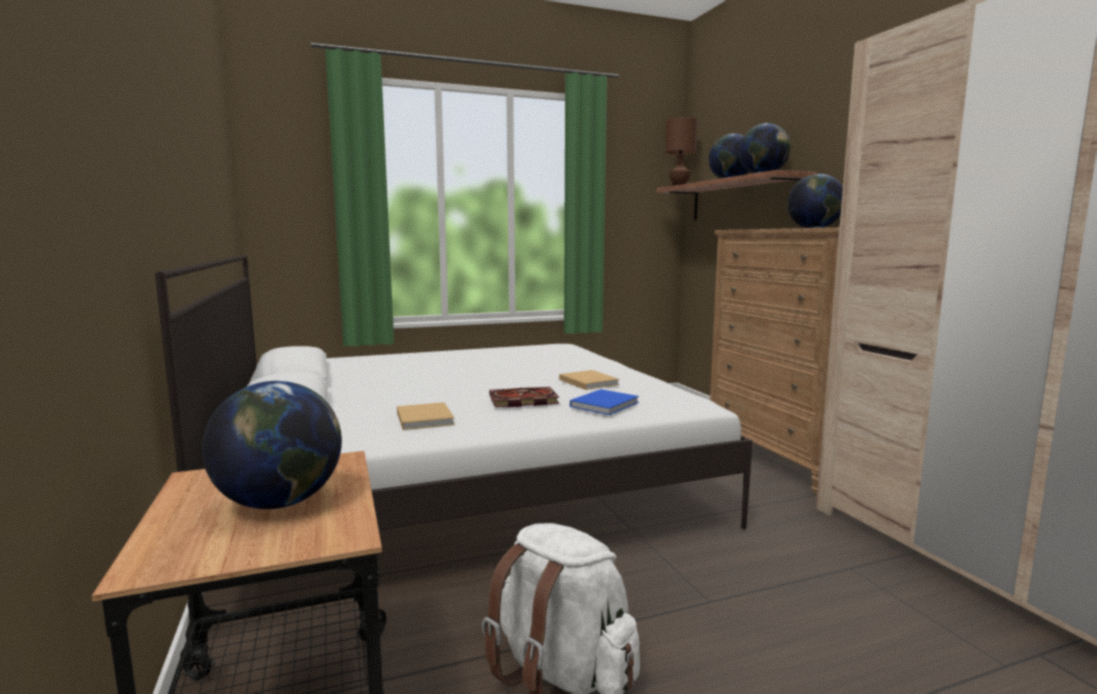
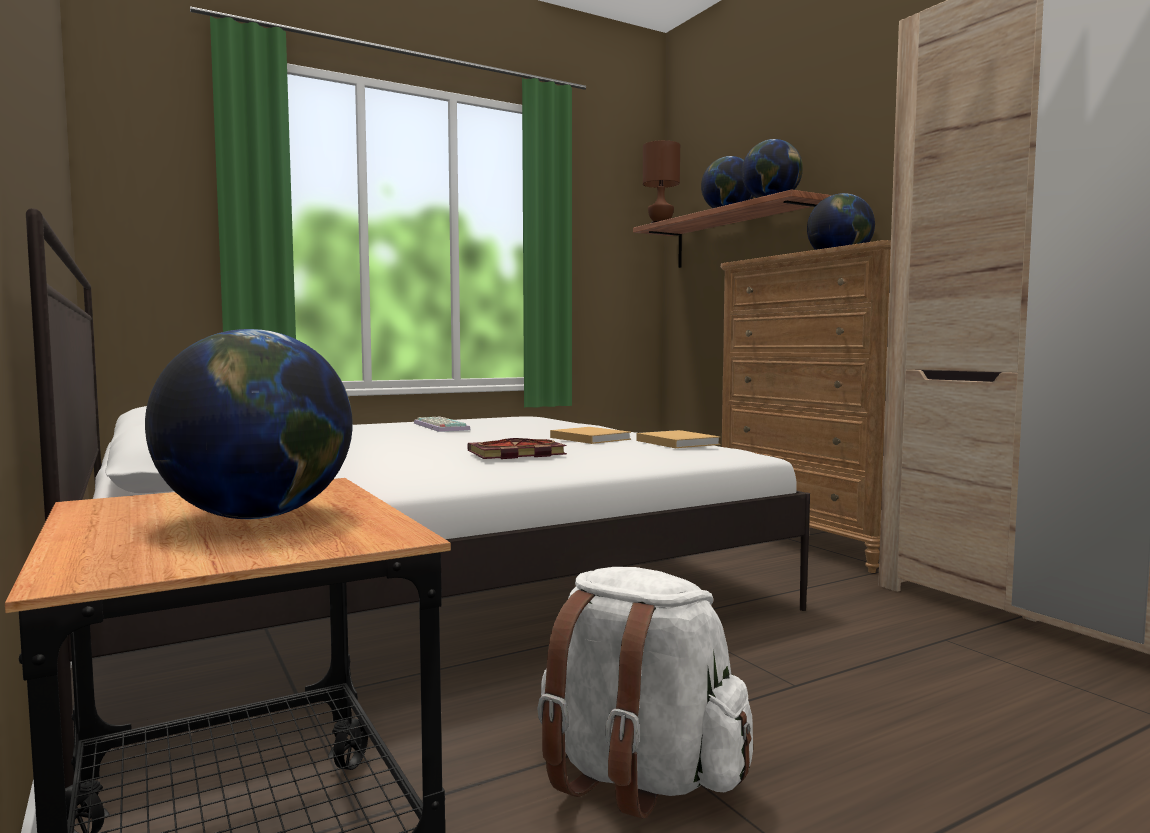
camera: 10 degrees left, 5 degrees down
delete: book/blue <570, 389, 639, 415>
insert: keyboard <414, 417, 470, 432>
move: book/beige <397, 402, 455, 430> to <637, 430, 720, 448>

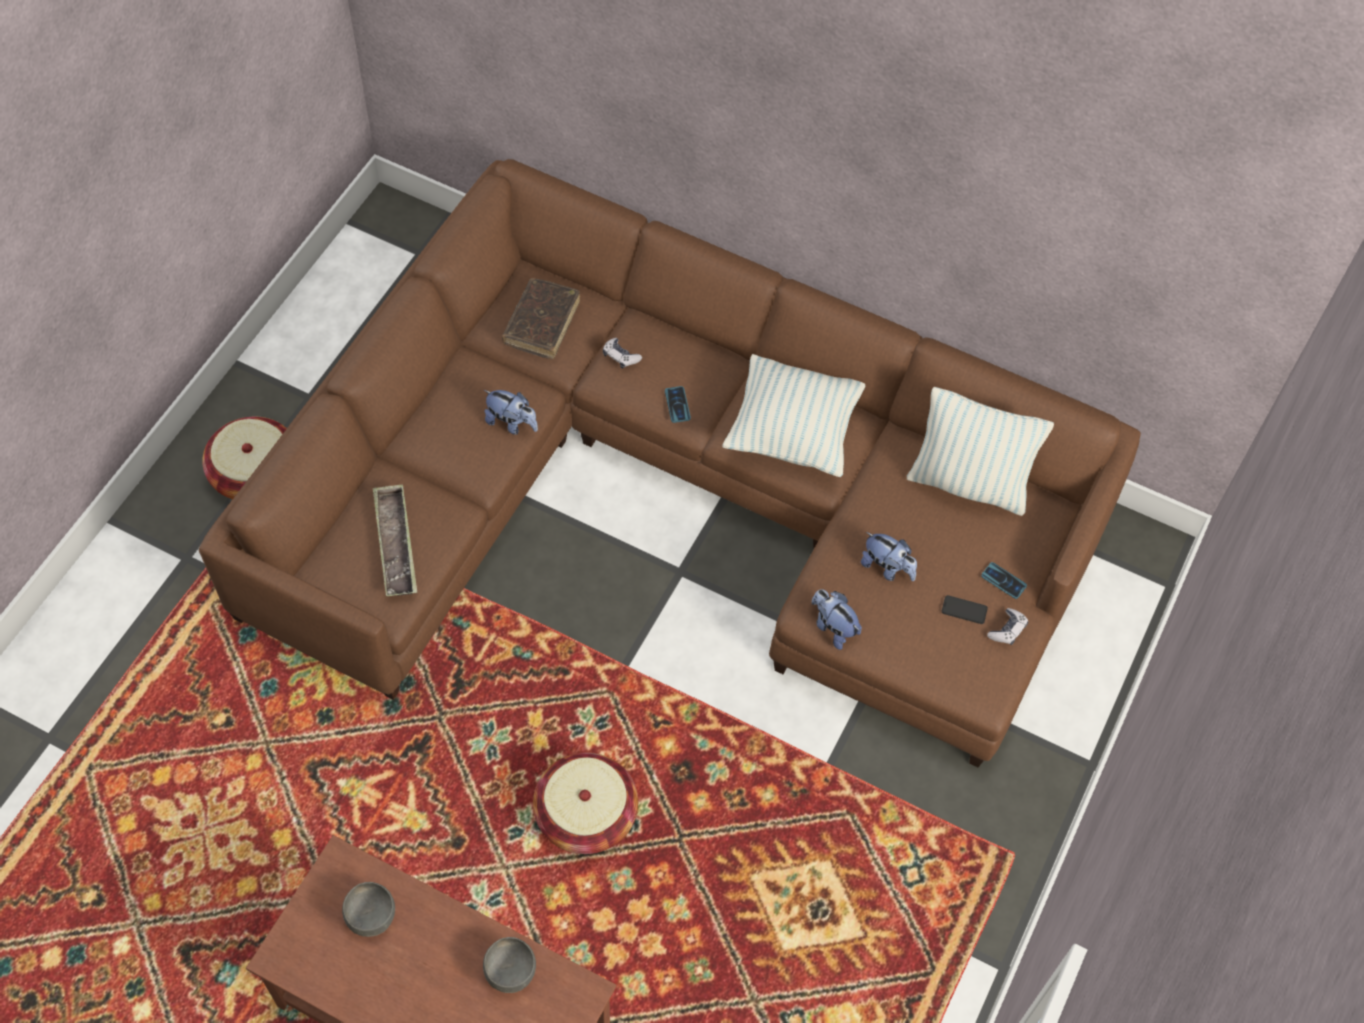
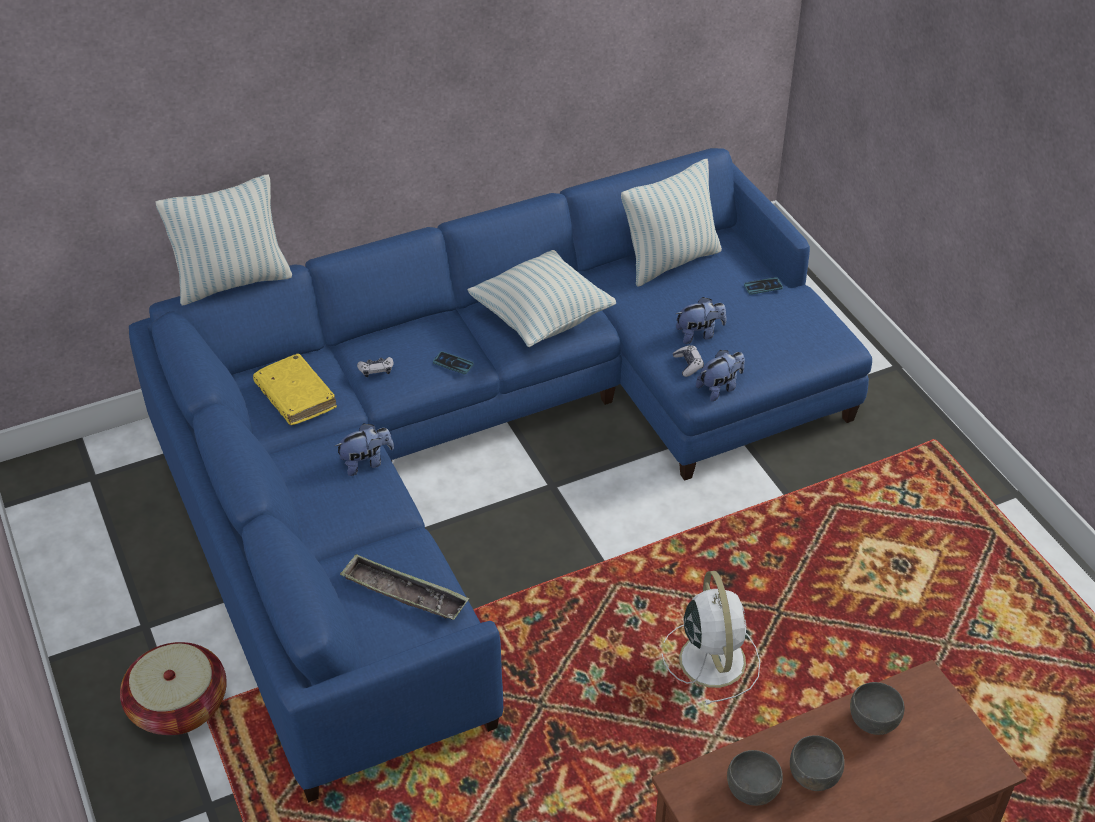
camera: 50 degrees left, 15 degrees down
delete: phone <942, 595, 988, 624>
insert: pillow <156, 174, 292, 306>; bowl/grey <790, 735, 845, 791>
move: game controller <987, 608, 1028, 645> to <673, 345, 704, 377>
replace: basket <533, 753, 638, 854> to fan/white <662, 571, 760, 705>
recolor: sofa/brown <199, 159, 1141, 767> to sofa/blue <129, 148, 872, 803>; book/brown <502, 278, 580, 360> to book/yellow <253, 353, 337, 425>
rotate: plush toy <812, 589, 862, 650> = <696, 350, 745, 401> 150 degrees clockwise

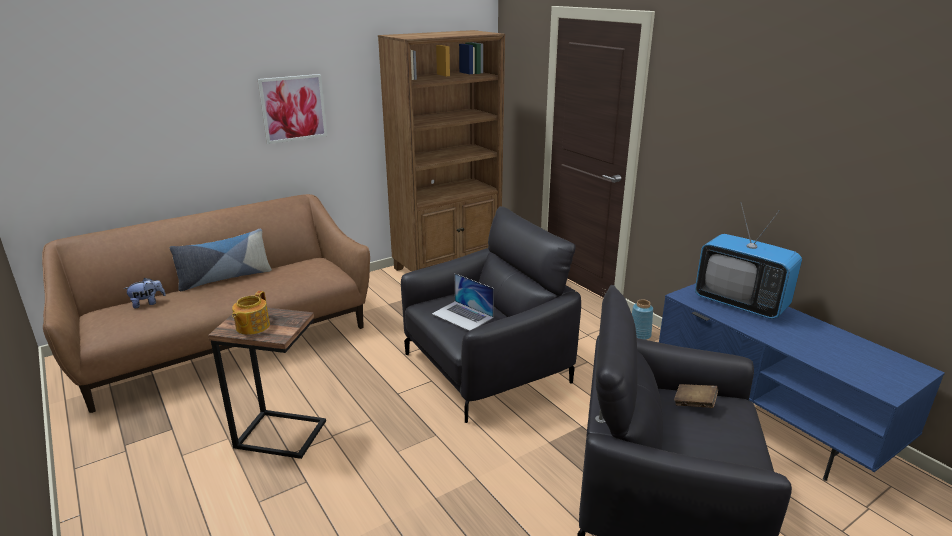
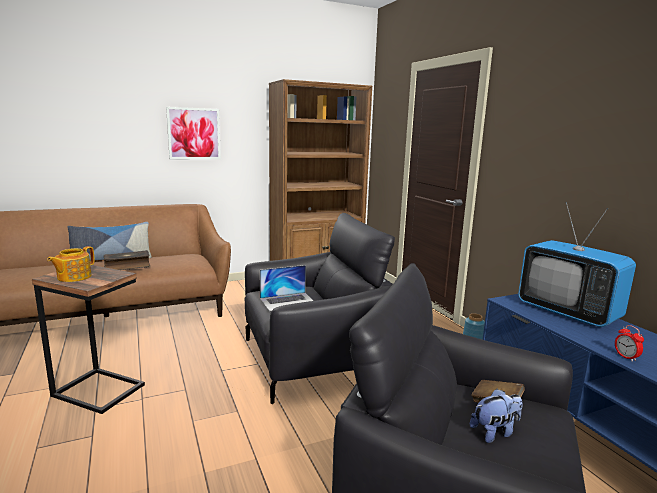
camera: 10 degrees right, 10 degrees down
insert: book <104, 250, 150, 270>; alarm clock <615, 325, 644, 362>
move: plush toy <123, 278, 166, 309> to <470, 389, 523, 443>
rotate: laptop <432, 273, 494, 331> = <260, 265, 313, 311> 75 degrees counterclockwise

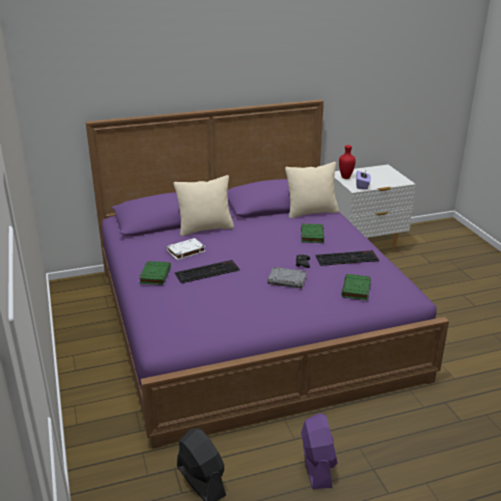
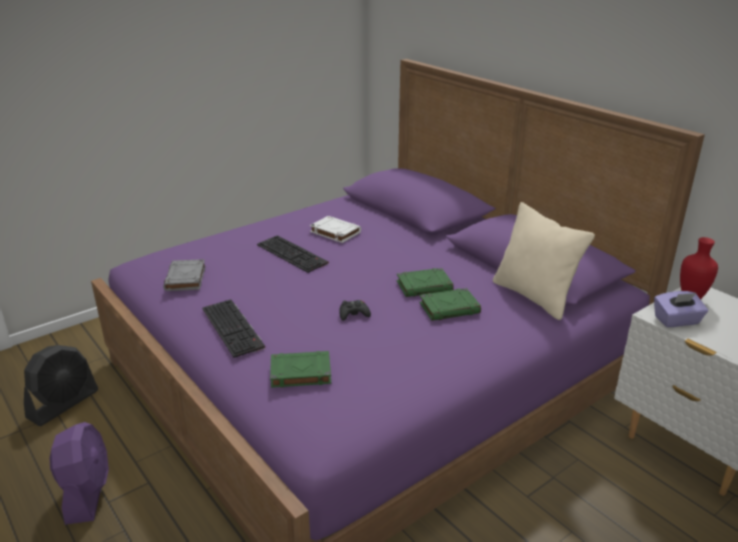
camera: 70 degrees right, 0 degrees up
delete: pillow/beige <174, 175, 234, 236>
move: book/green <139, 261, 171, 285> to <397, 268, 454, 297>; book/grey <268, 267, 307, 289> to <163, 259, 205, 291>; keyboard <316, 250, 379, 266> to <202, 299, 265, 358>
rotate: fan/purple <301, 413, 337, 489> = <49, 422, 109, 525> 75 degrees counterclockwise

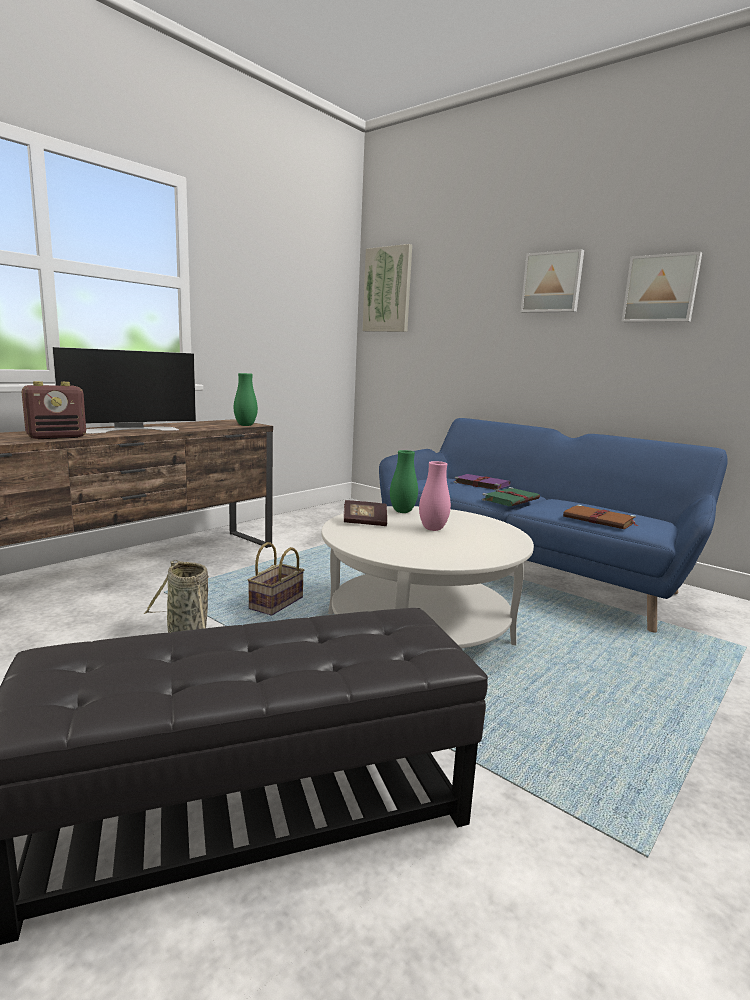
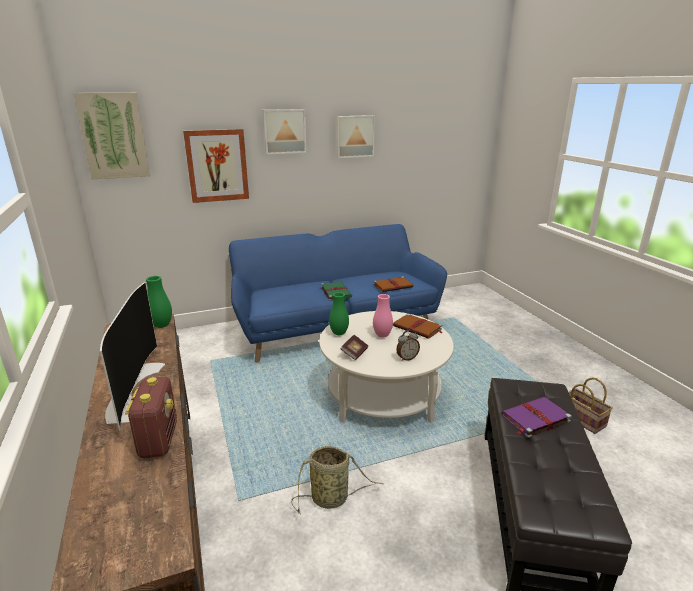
camera: 60 degrees left, 10 degrees up
insert: picture <183, 129, 249, 203>; book/brown <393, 313, 442, 339>; alarm clock <396, 330, 420, 361>
move: basket <248, 542, 304, 615> to <569, 378, 613, 434>; book/purple <454, 474, 511, 491> to <501, 397, 572, 438>

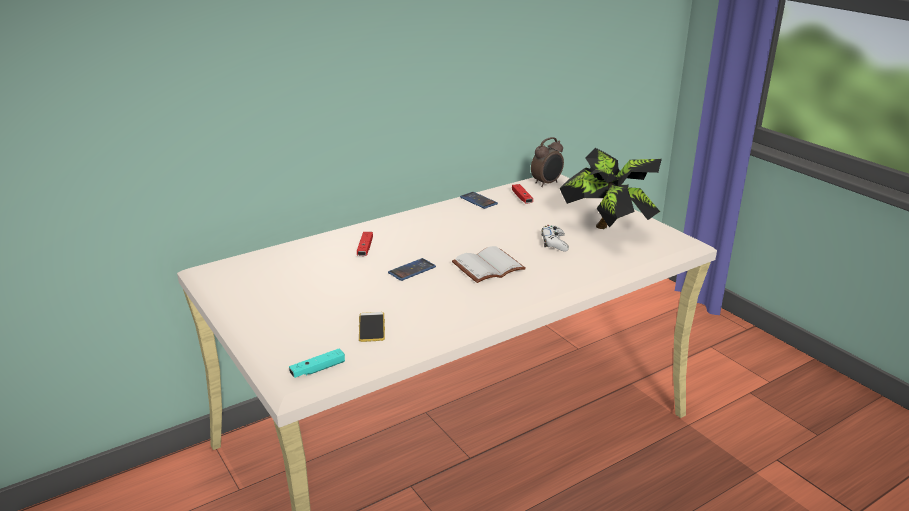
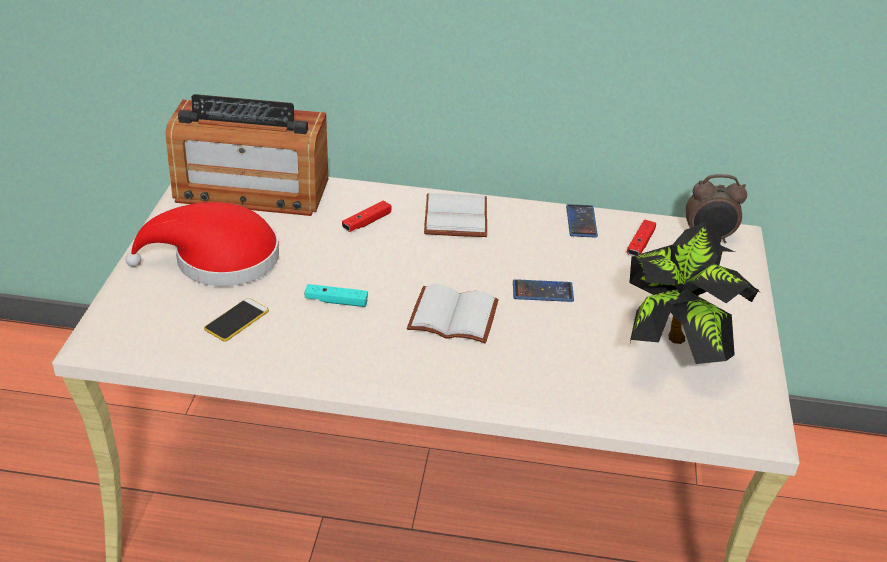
camera: 40 degrees right, 10 degrees up
delete: game controller/white <542, 225, 569, 251>
insert: hat/red <125, 202, 279, 286>; radio <165, 94, 328, 216>; book/white <424, 193, 487, 237>
move: game controller/turquoise <289, 349, 345, 378> to <305, 284, 368, 307>; phone <388, 258, 436, 281> to <513, 279, 574, 302>

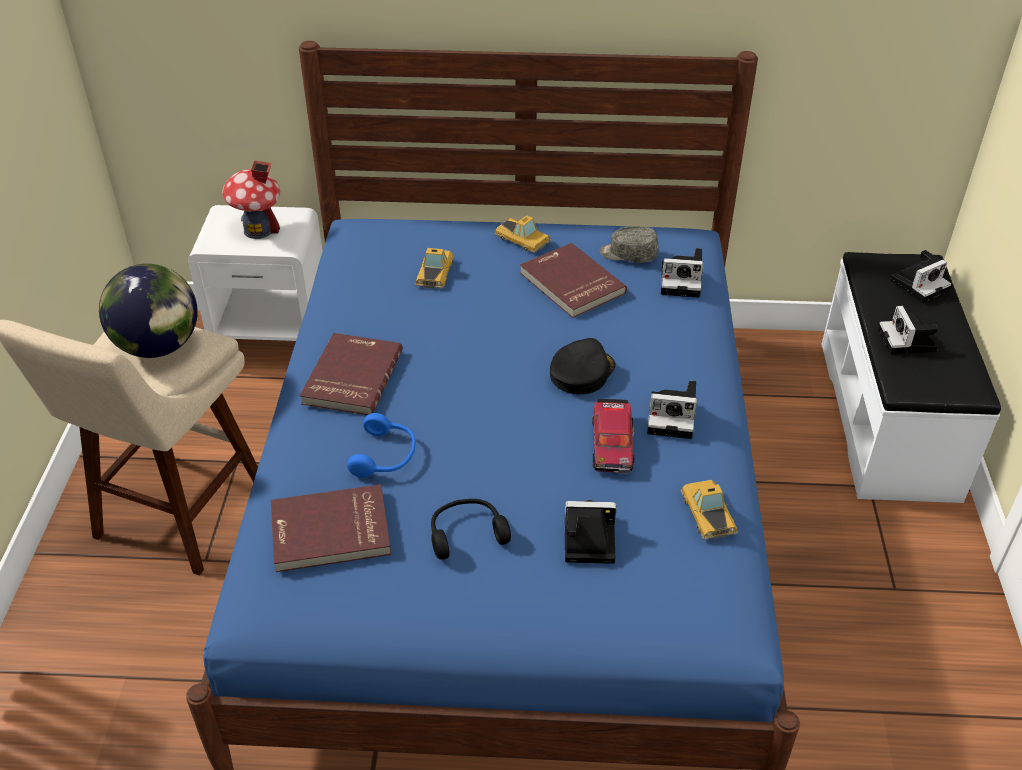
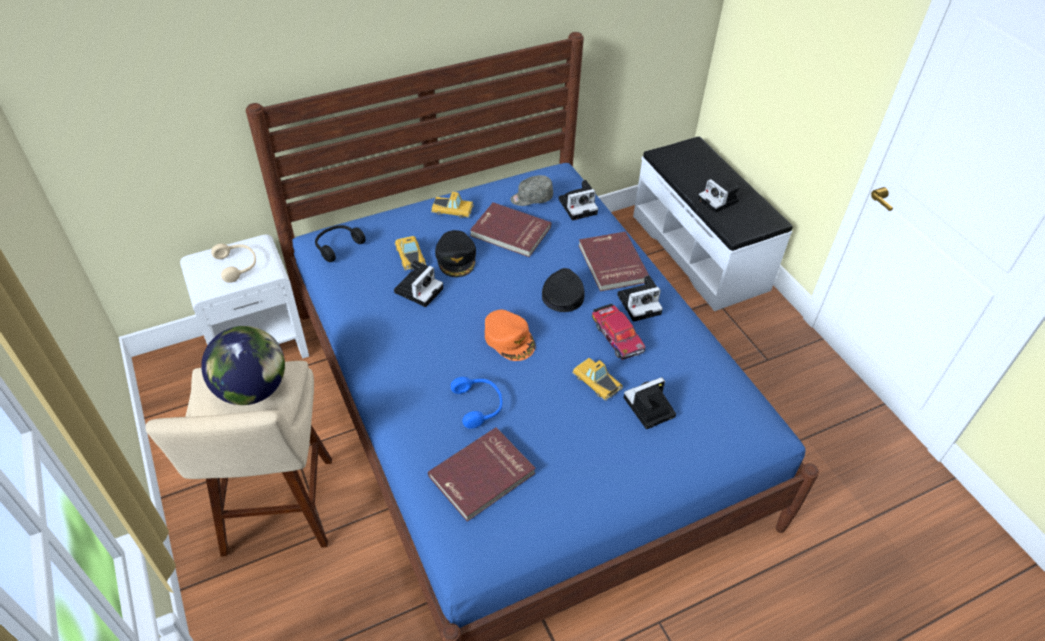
camera: 30 degrees left, 5 degrees up
insert: cap/black <435, 230, 476, 277>; cap/orange <485, 310, 535, 361>
move: book/red <300, 333, 403, 415> to <578, 232, 649, 291>; headphones/black <431, 499, 511, 560> to <315, 225, 366, 262>; toy car <681, 480, 738, 540> to <572, 358, 623, 401>; photo camera <890, 250, 951, 303> to <394, 260, 443, 307>
replace: toy house <222, 161, 280, 239> to headphones/beige <211, 244, 256, 283>

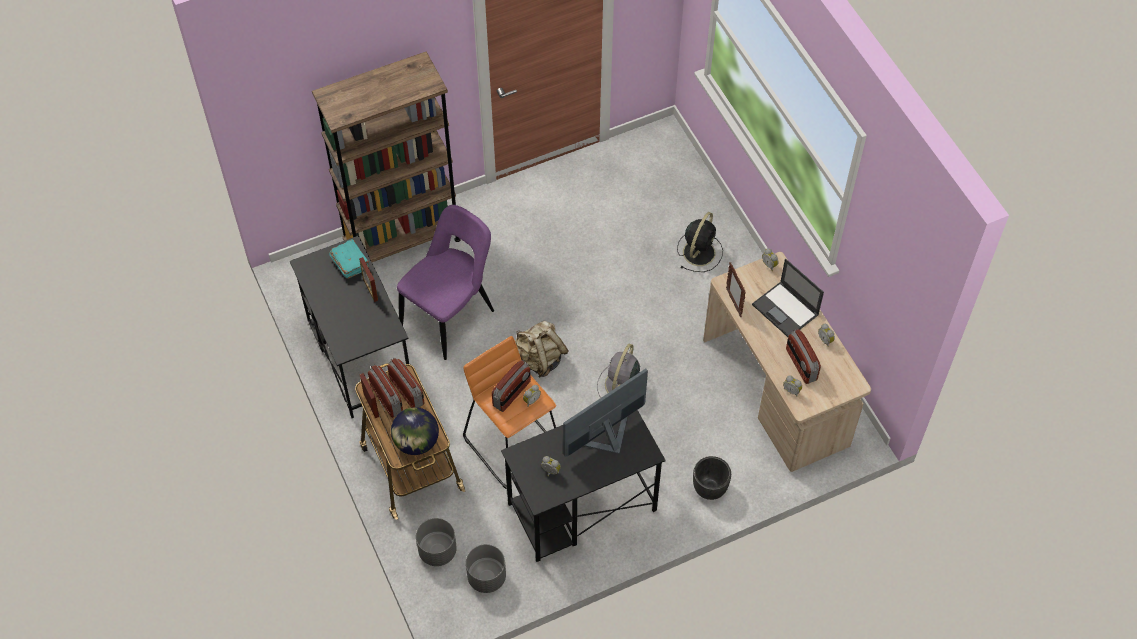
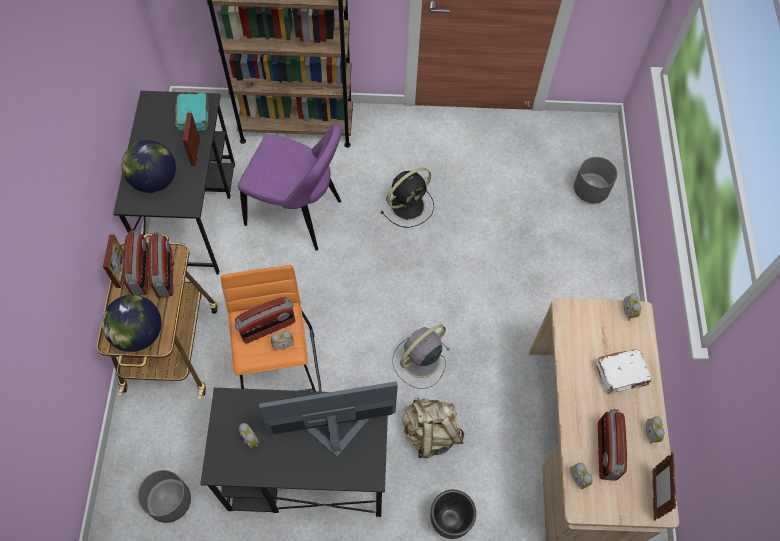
camera: 25 degrees right, 5 degrees up
insert: globe <122, 140, 176, 193>
move: planter/grey <416, 518, 457, 566> to <574, 157, 617, 203>; backpack/beige <515, 321, 568, 377> to <402, 398, 465, 458>; fan/black <677, 212, 723, 272> to <380, 167, 434, 228>; picture frame <726, 262, 746, 317> to <652, 452, 677, 521>
replace: laptop <752, 259, 824, 337> to book/white <596, 349, 652, 394>
rotate: chair/purple <397, 205, 494, 360> = <238, 124, 342, 251> 45 degrees clockwise

